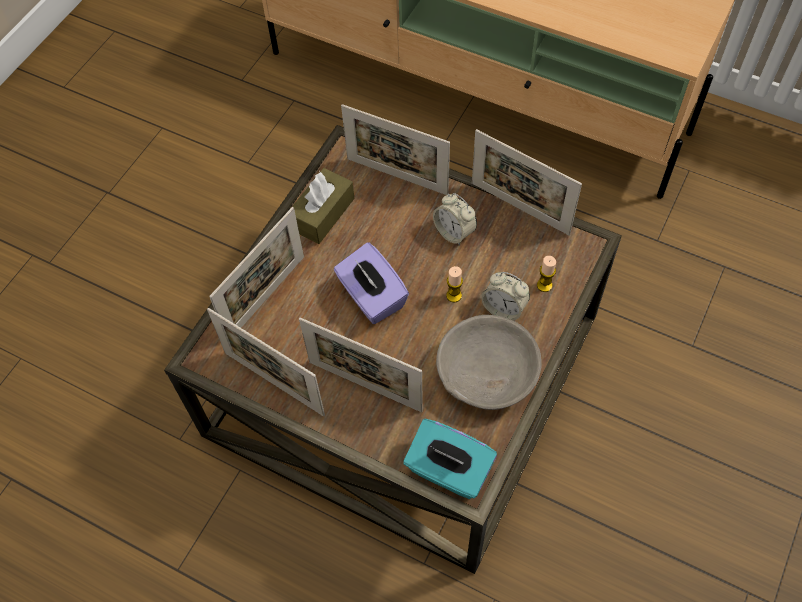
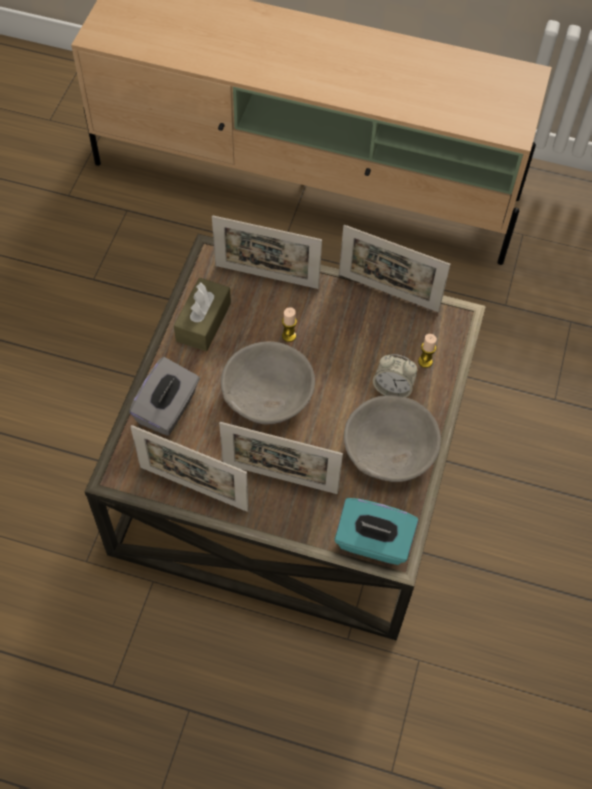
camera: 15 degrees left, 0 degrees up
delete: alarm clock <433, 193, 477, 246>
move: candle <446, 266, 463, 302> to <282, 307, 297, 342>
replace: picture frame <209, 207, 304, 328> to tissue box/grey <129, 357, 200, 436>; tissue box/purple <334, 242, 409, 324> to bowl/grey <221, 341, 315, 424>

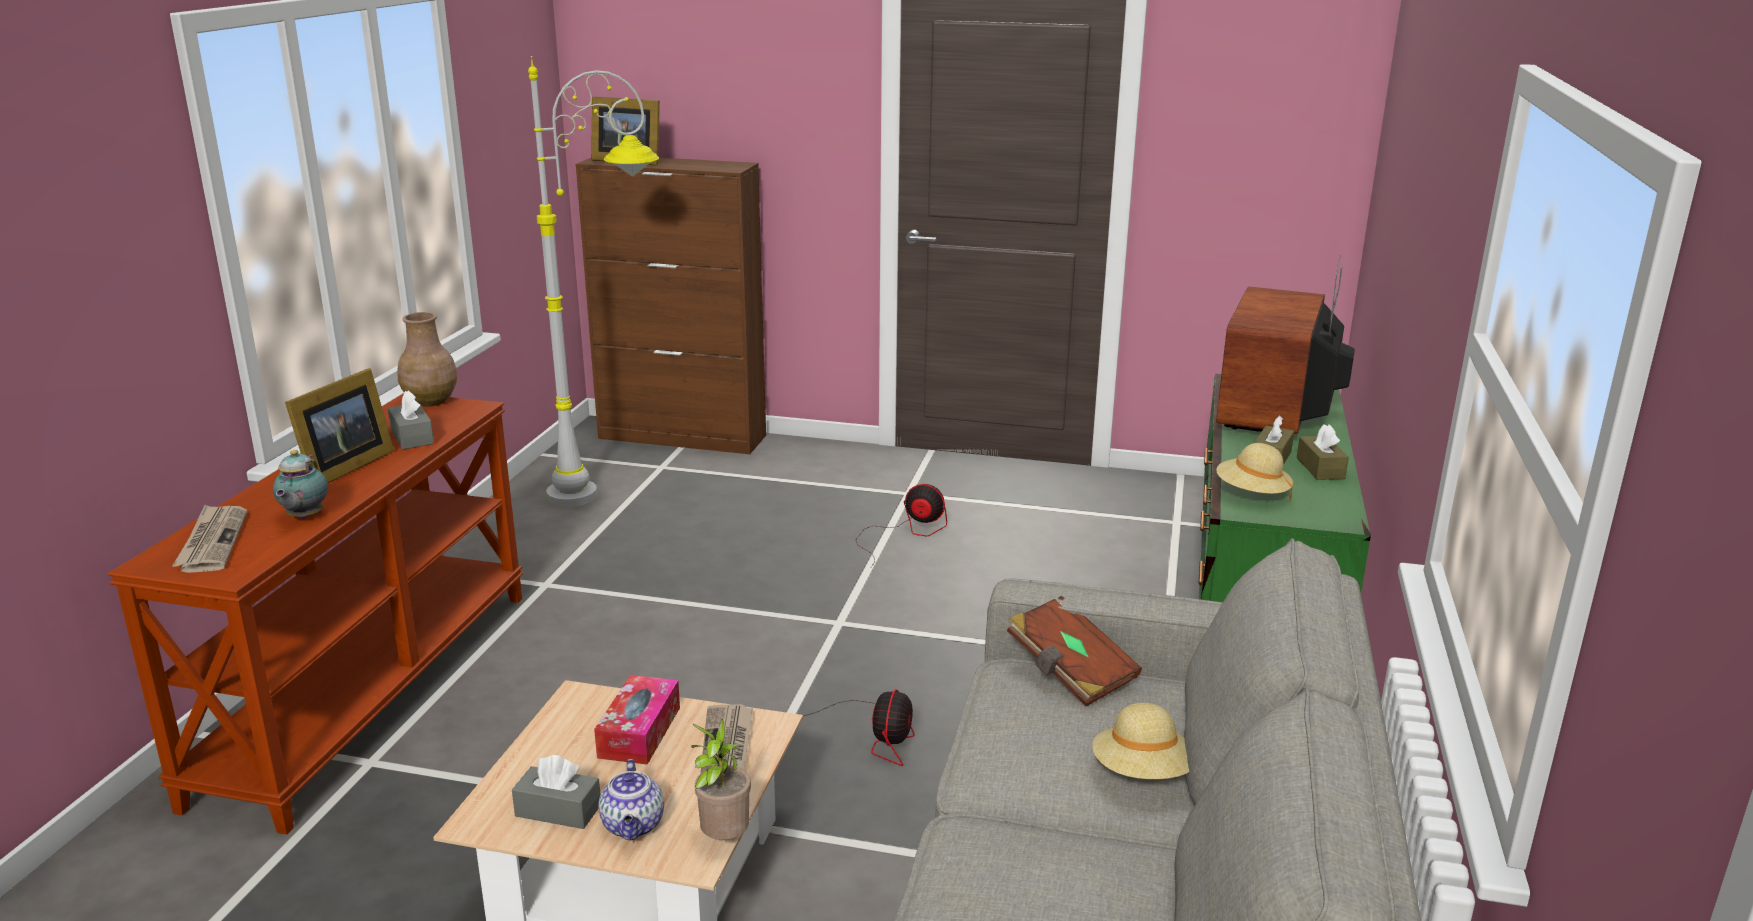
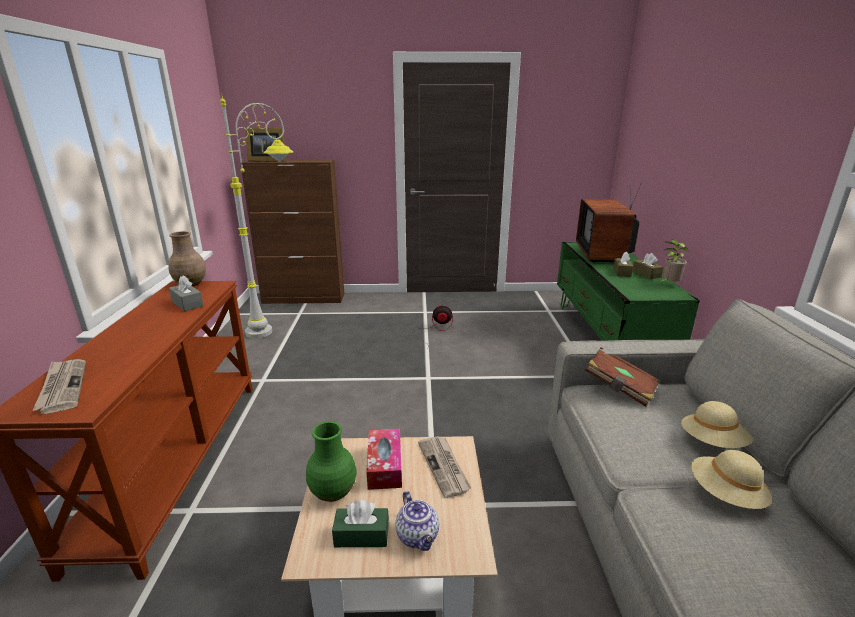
camera: 15 degrees left, 0 degrees up
delete: teapot <273, 450, 328, 519>; picture frame <285, 368, 394, 483>; fan <804, 690, 914, 766>
insert: vase/green <306, 421, 357, 502>
move: potted plant <691, 719, 751, 840> to <658, 239, 689, 283>; hat/beige <1216, 443, 1293, 502> to <691, 450, 772, 509>
recolor: tissue box/grey <512, 755, 601, 829> to tissue box/green <332, 500, 389, 547>

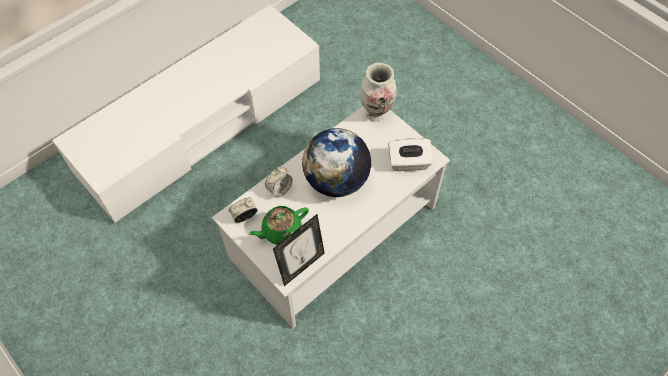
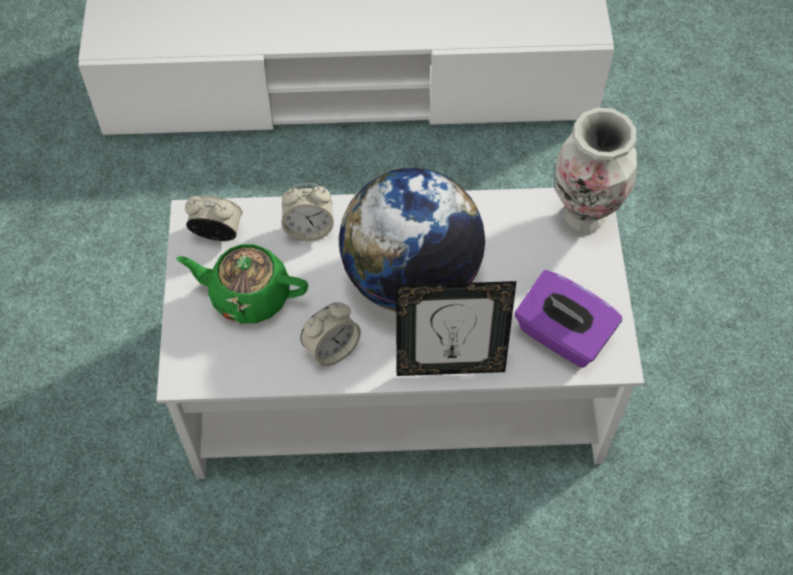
camera: 40 degrees right, 0 degrees up
insert: alarm clock <300, 302, 361, 367>
move: picture frame <273, 214, 325, 286> to <396, 281, 517, 376>
recolor: tissue box/white <388, 138, 433, 171> to tissue box/purple <514, 270, 622, 368>

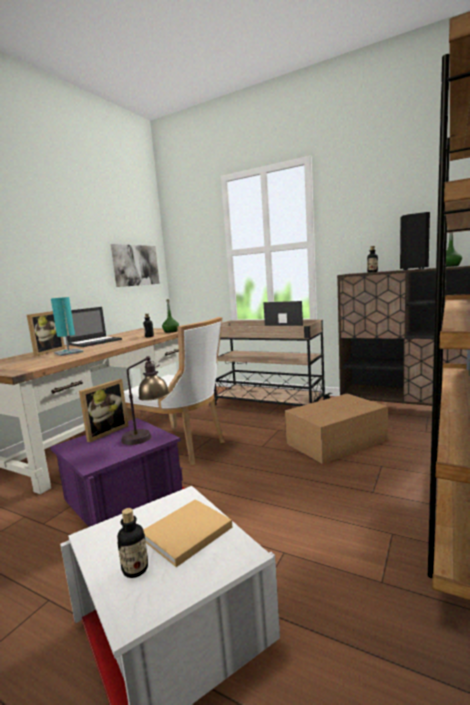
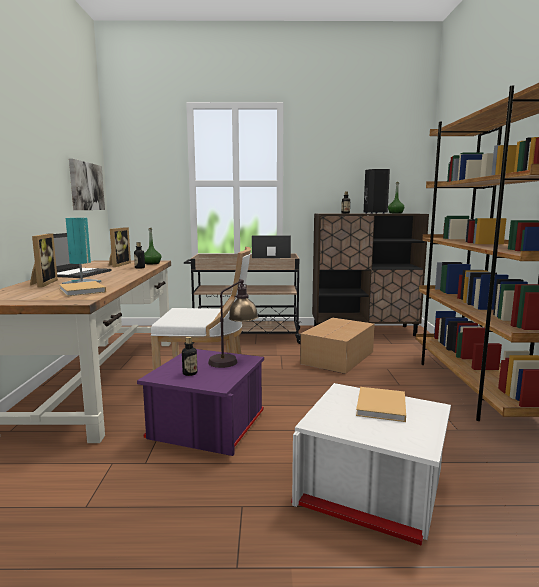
camera: 30 degrees left, 0 degrees up
insert: book/beige <59, 281, 106, 296>
move: picture frame <79, 379, 129, 443> to <109, 227, 131, 267>; bottle <117, 508, 148, 578> to <182, 336, 197, 376>

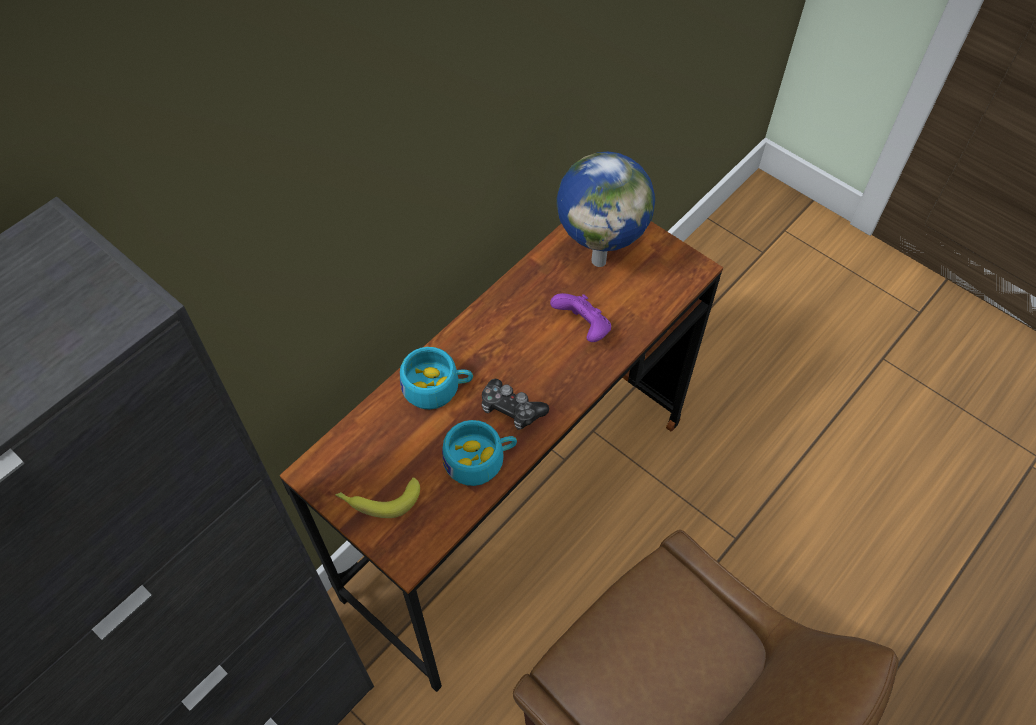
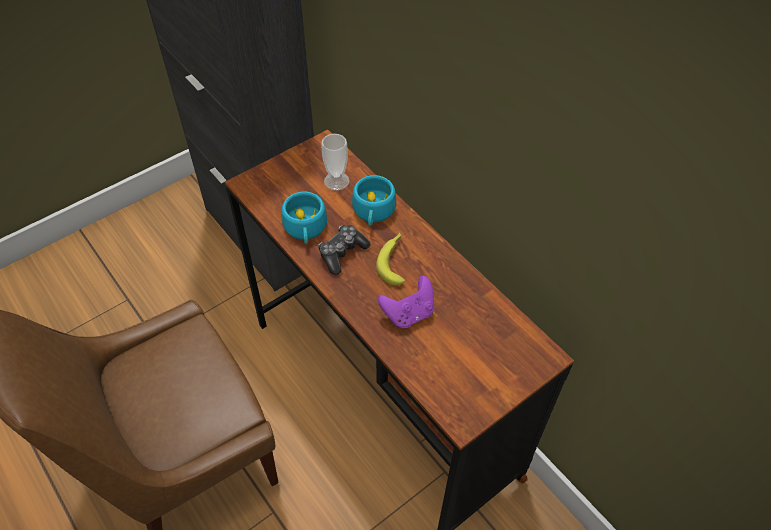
camera: 100 degrees right, 5 degrees down
delete: globe <556, 152, 655, 267>
insert: cup <321, 134, 350, 191>
move: banana <335, 478, 420, 518> to <376, 233, 405, 286>

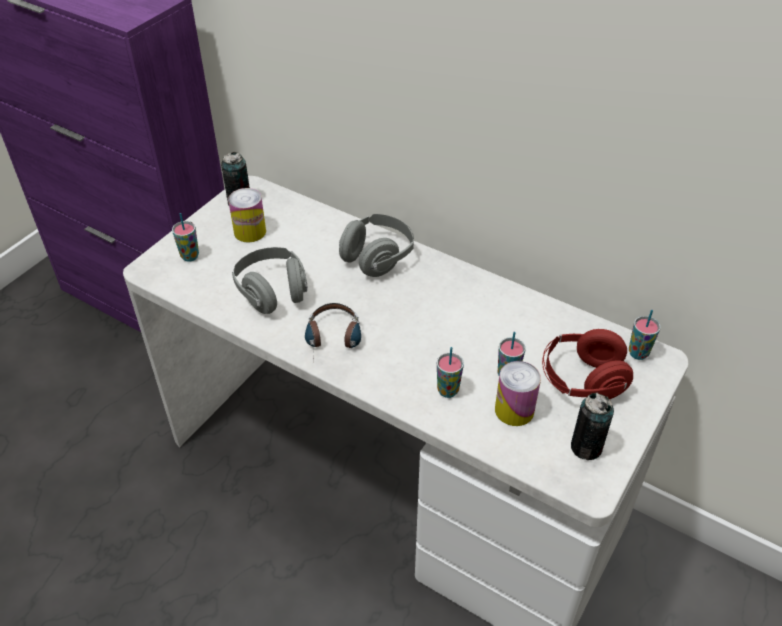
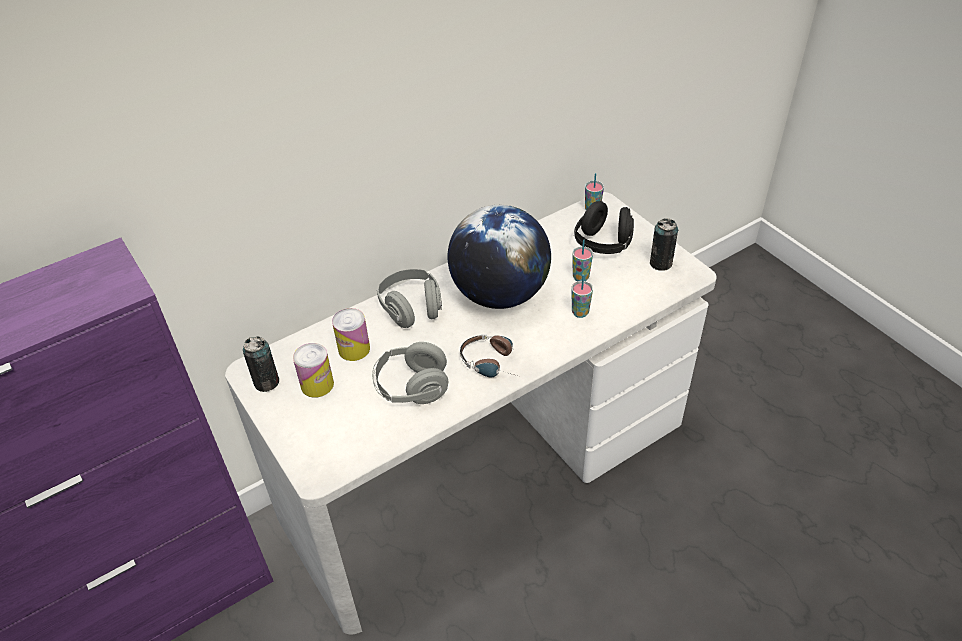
camera: 65 degrees left, 0 degrees up
delete: cup <172, 213, 199, 262>
insert: globe <448, 205, 551, 309>
move: can <495, 361, 541, 426> to <332, 308, 370, 361>
recolor: headphones/red <542, 329, 633, 399> to headphones/black <574, 201, 634, 254>

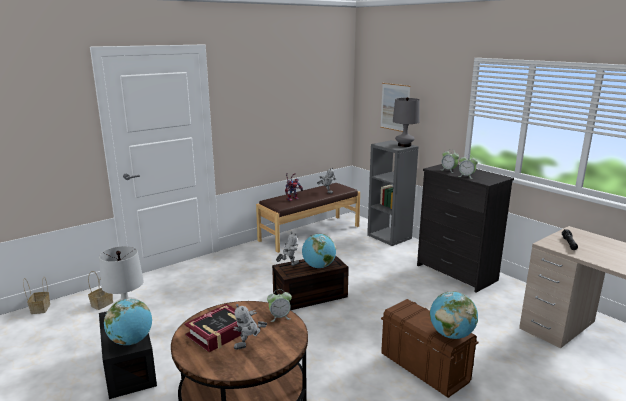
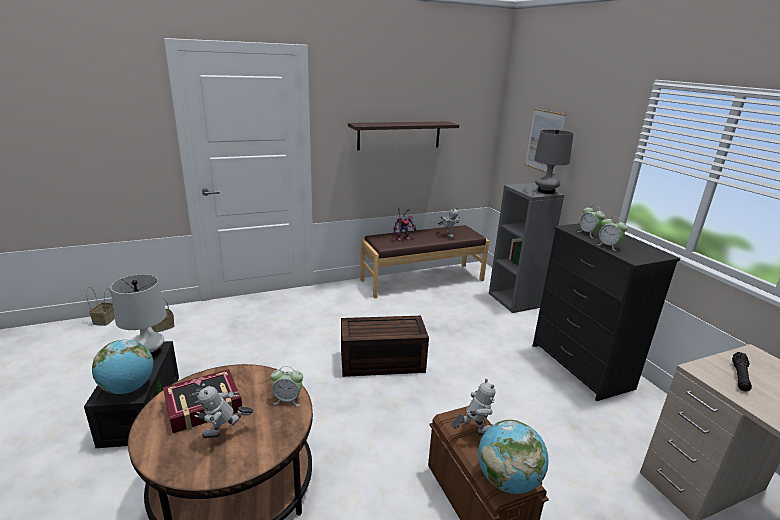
camera: 15 degrees right, 5 degrees up
delete: globe <302, 234, 336, 268>
insert: shelf <348, 121, 459, 151>
move: toy robot <276, 232, 299, 266> to <452, 379, 495, 435>

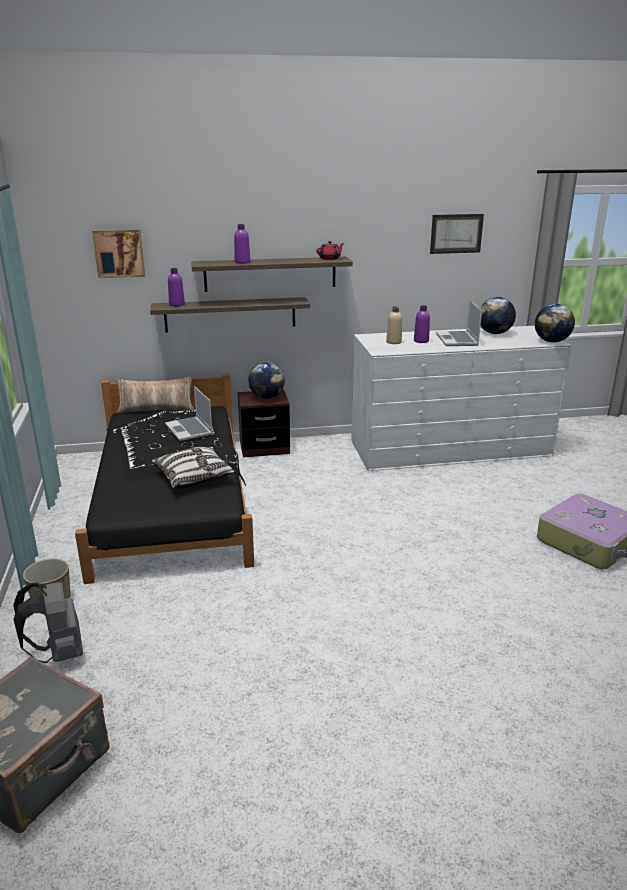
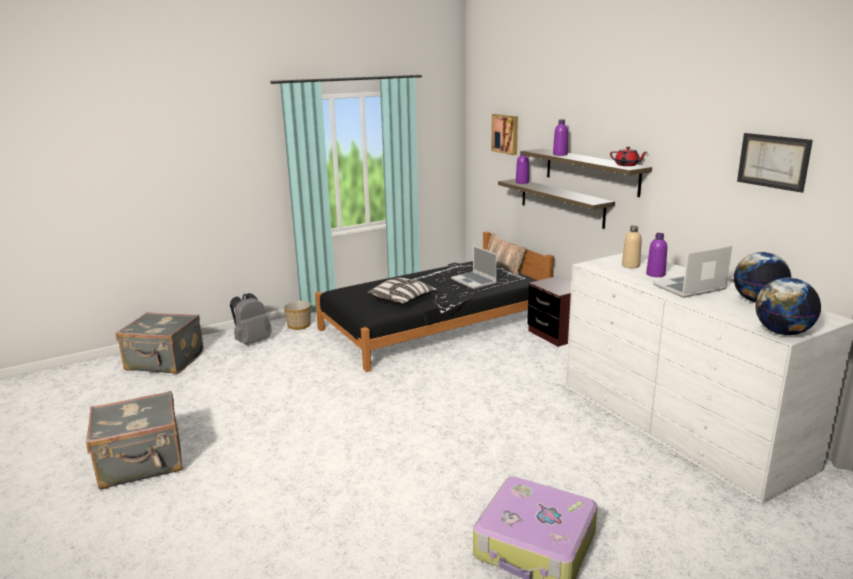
camera: 70 degrees right, 5 degrees down
delete: globe <248, 363, 285, 399>
insert: suitcase/grey <86, 390, 183, 490>
rotate: laptop <165, 386, 213, 441> = <451, 245, 497, 289> 75 degrees counterclockwise

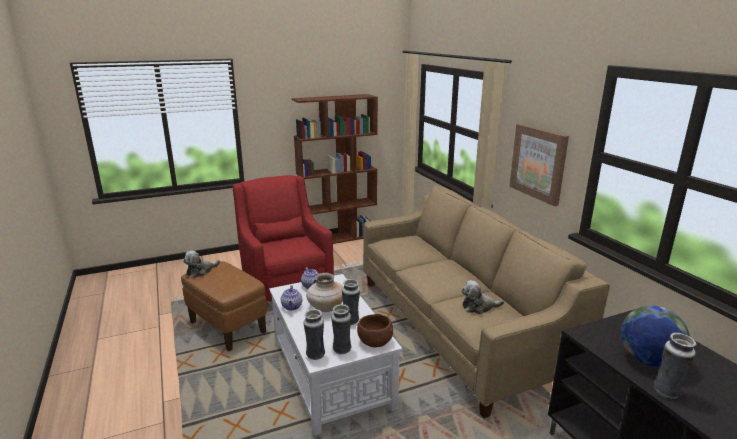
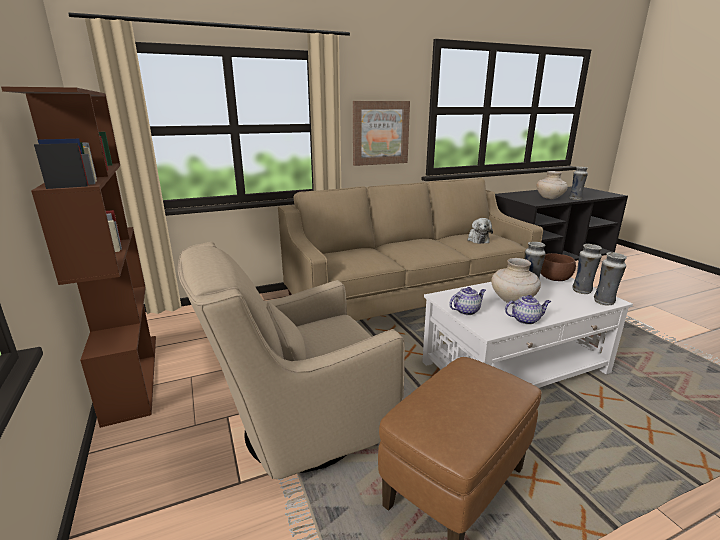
camera: 90 degrees left, 0 degrees up
delete: plush toy <183, 251, 220, 278>
replace: globe <621, 306, 690, 367> to vase/beige <536, 171, 568, 199>
recolor: armchair/red <233, 175, 334, 302> to armchair/beige <178, 242, 405, 479>

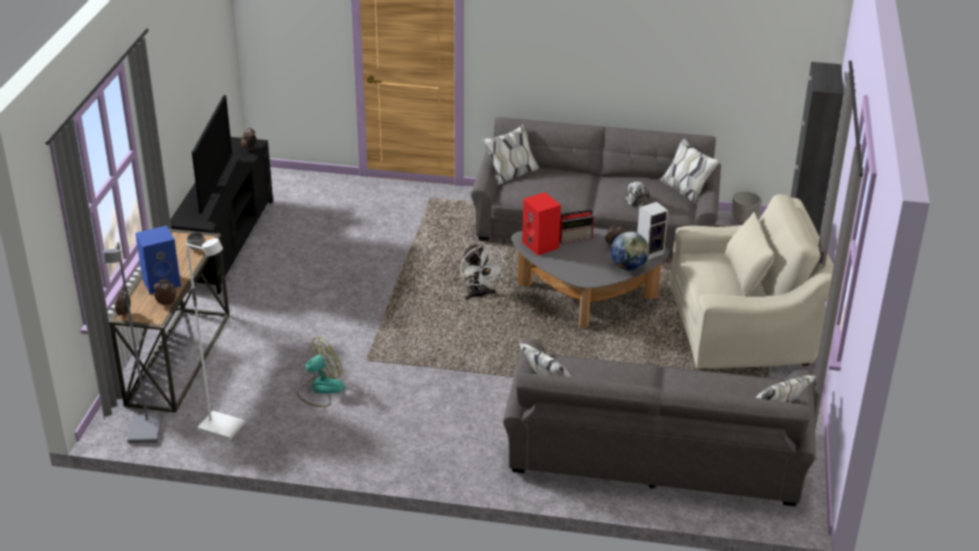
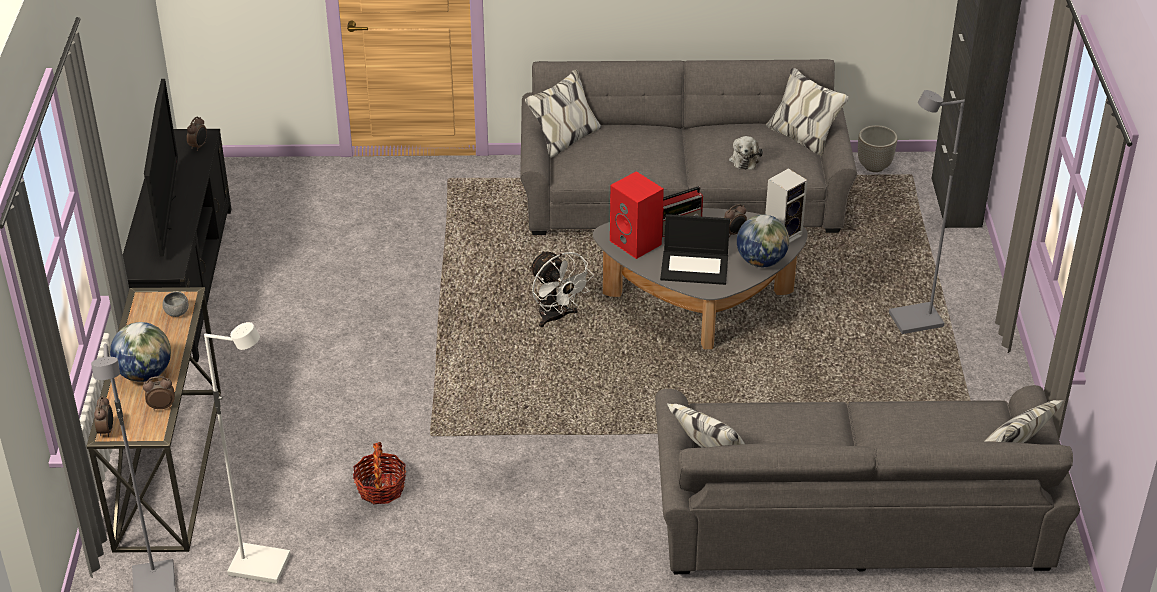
camera: 10 degrees left, 5 degrees up
insert: laptop <660, 214, 730, 285>
replace: speaker/blue <135, 226, 181, 294> to globe <110, 322, 171, 382>; fan <297, 337, 346, 407> to basket <353, 442, 406, 504>; armchair/beige <670, 194, 834, 370> to floor lamp/grey <889, 90, 965, 334>

